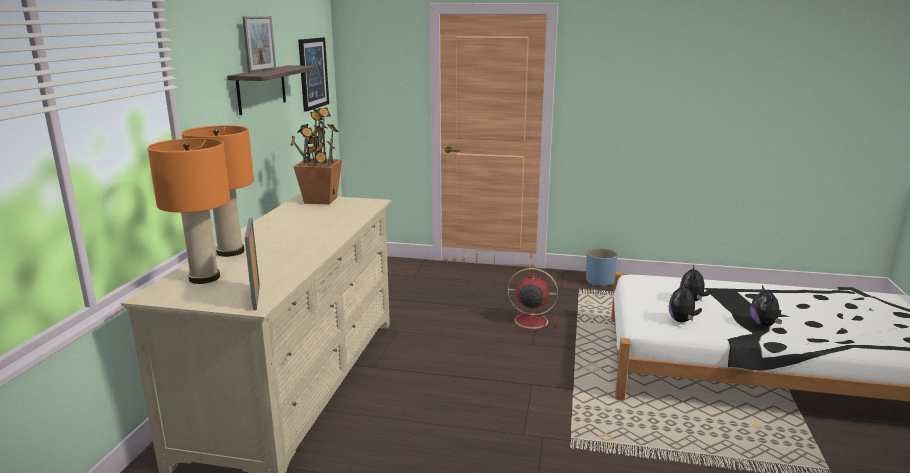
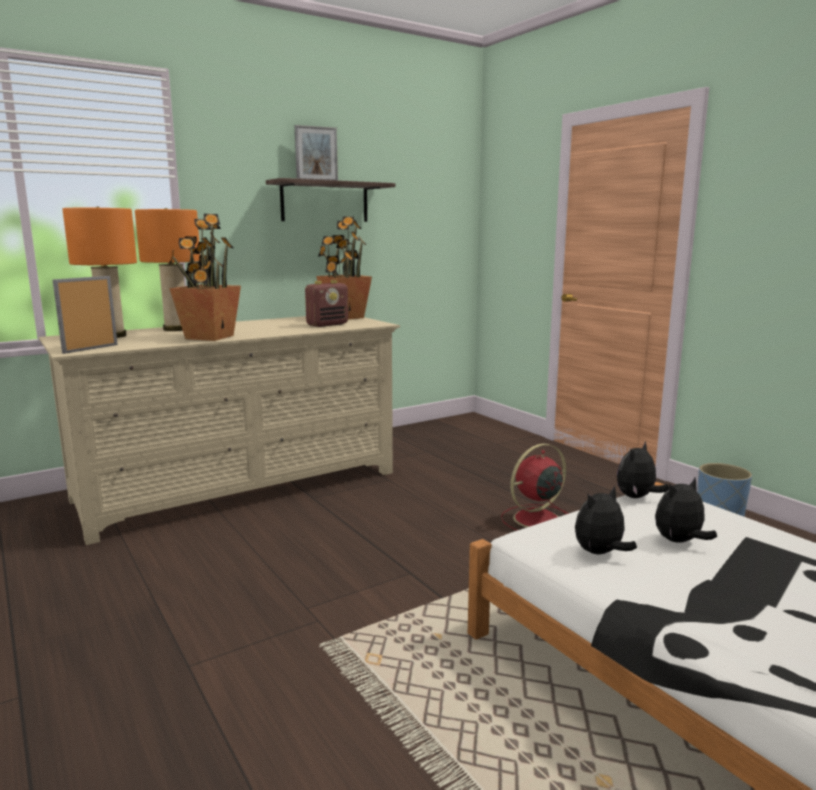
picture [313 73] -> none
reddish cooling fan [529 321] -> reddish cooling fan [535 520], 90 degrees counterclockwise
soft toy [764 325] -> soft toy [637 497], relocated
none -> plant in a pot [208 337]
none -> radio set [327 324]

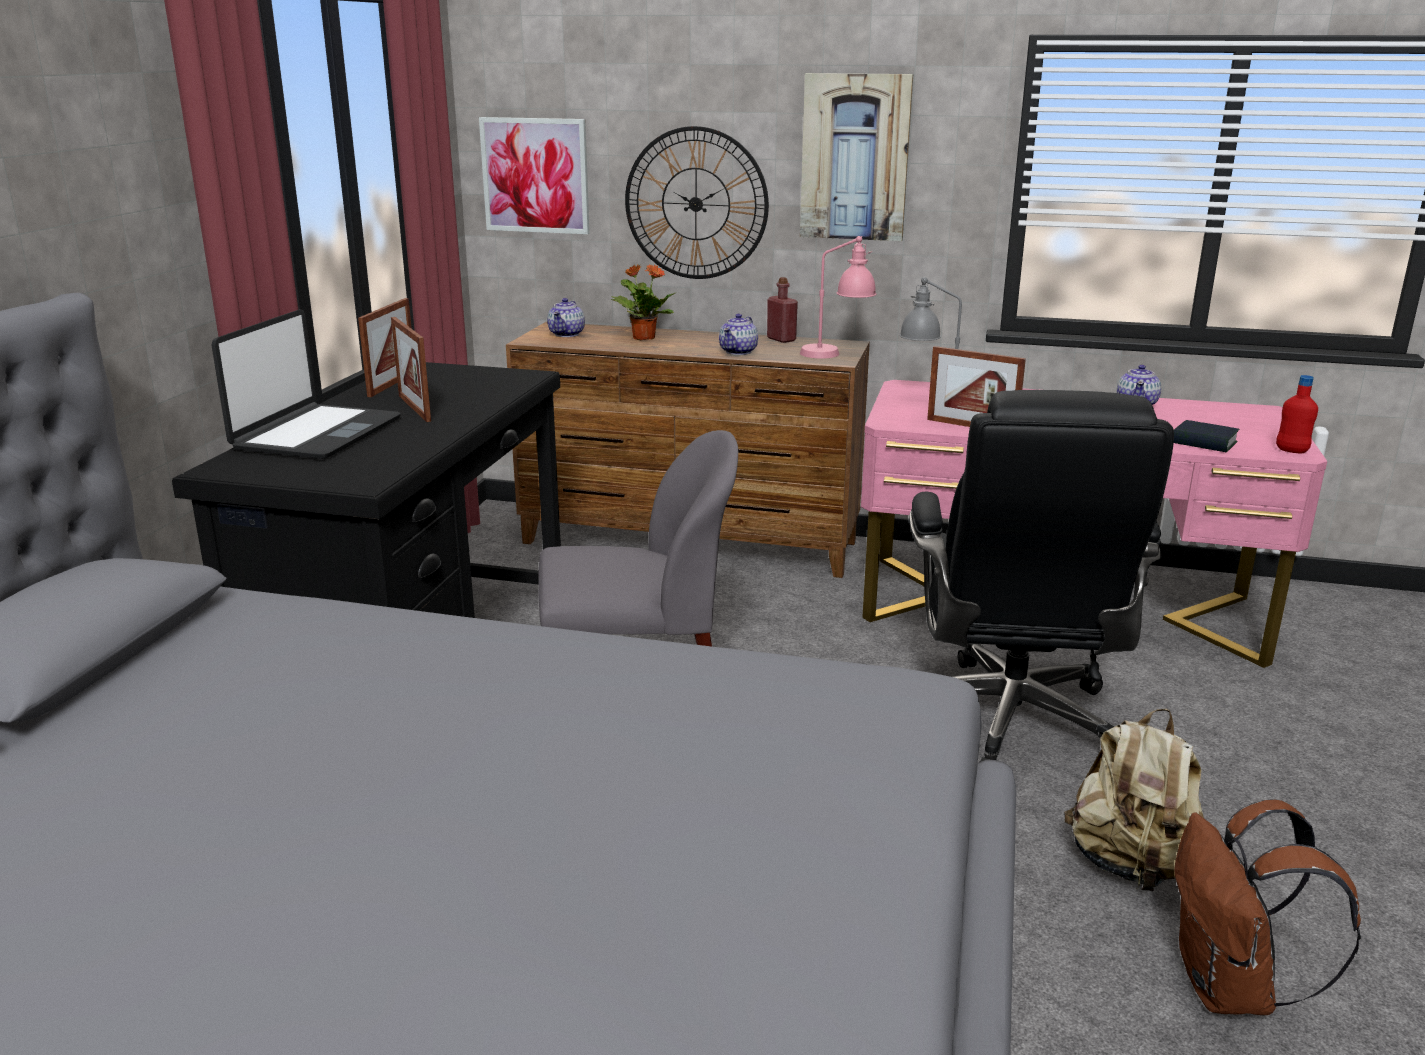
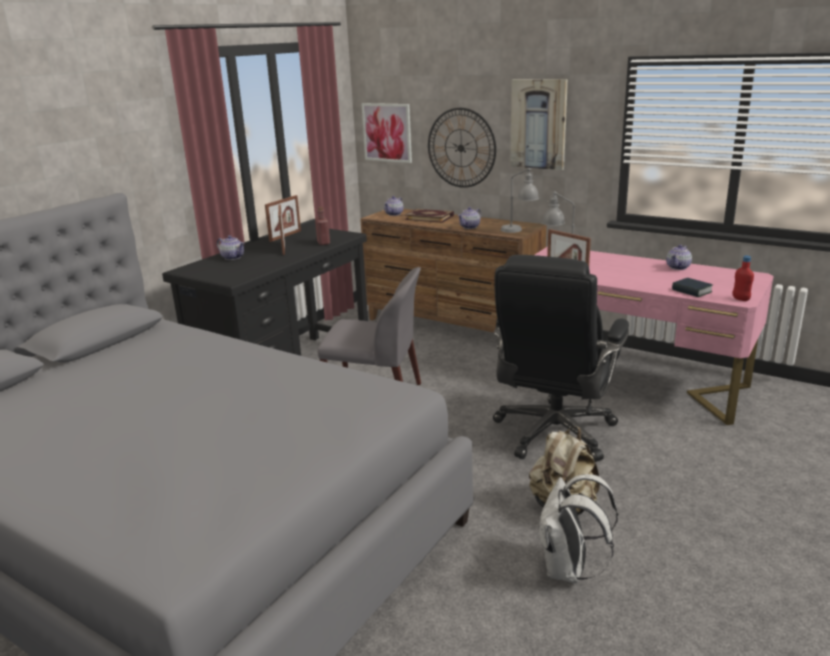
notebook computer [316 434] -> pot for tea [232 257]
plant in a pot [643 337] -> bound book [429 217]
reddish drink bottle [781 339] -> reddish drink bottle [323 243], relocated
pink lamp for a table [836 355] -> grey lamp for a table [519 231]
brown rucksack [1230 989] -> whitish rucksack [569 570]

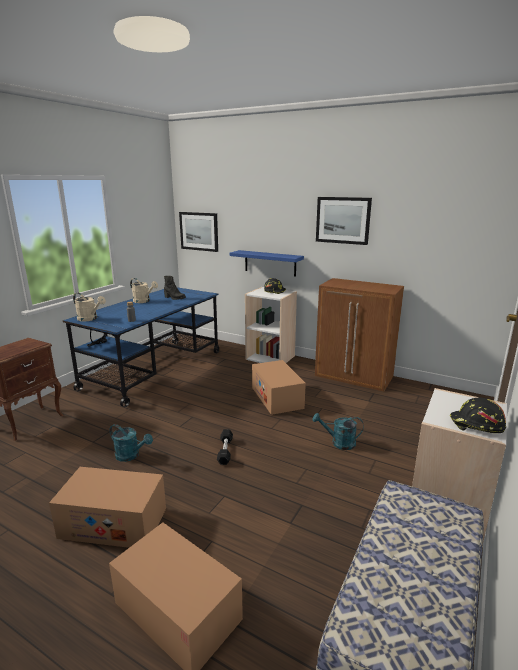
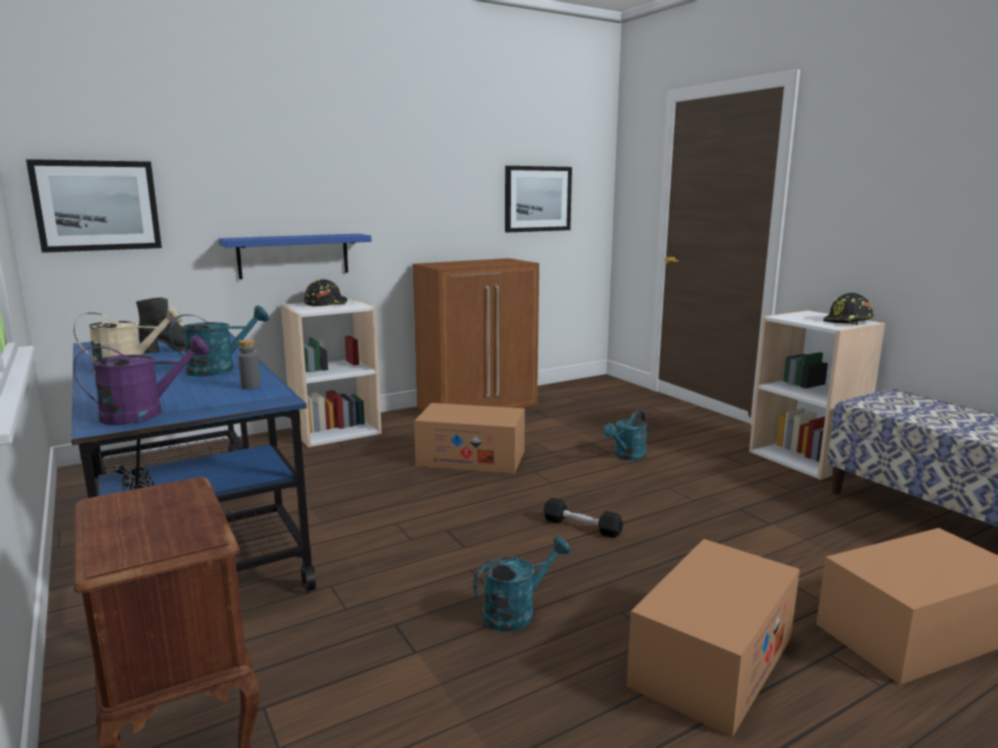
beige-coloured watering pot [90 319] -> purplish watering pot [144 413]
picture [343 220] -> picture [537 199], relocated
none -> blue-green watering pot [220 369]

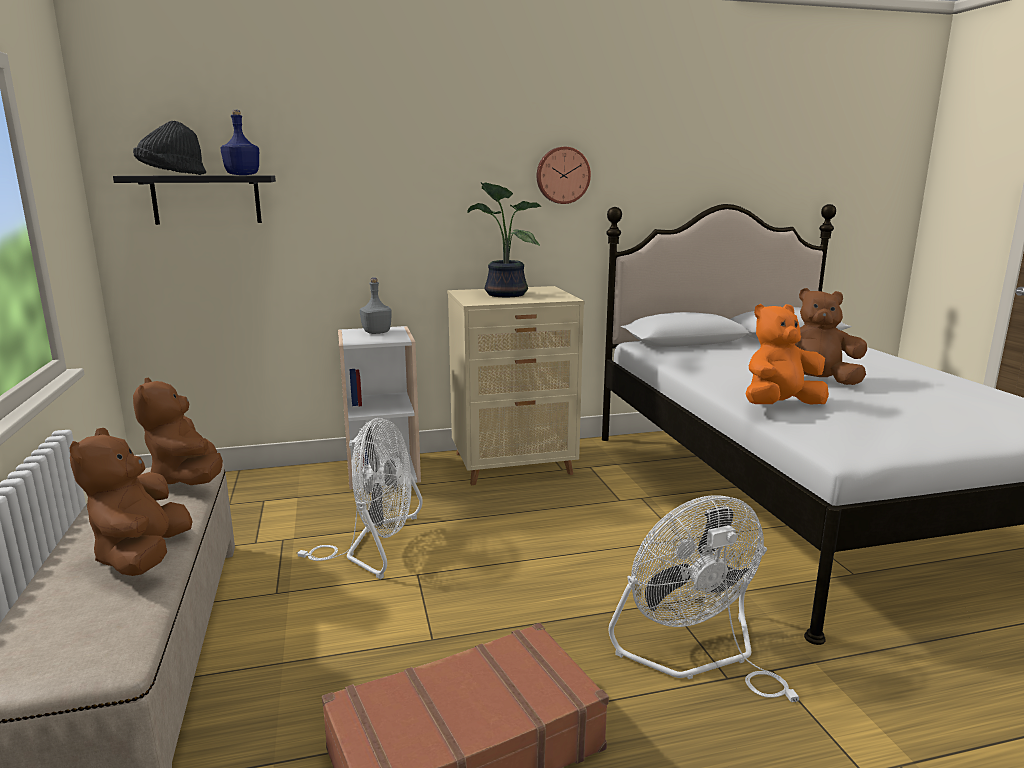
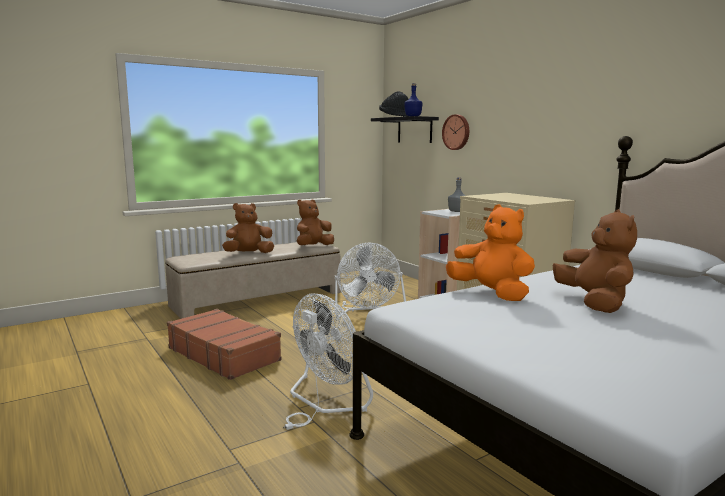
plant in a pot [503 294] -> none
clock on the wall [562 175] -> clock on the wall [456 132], relocated

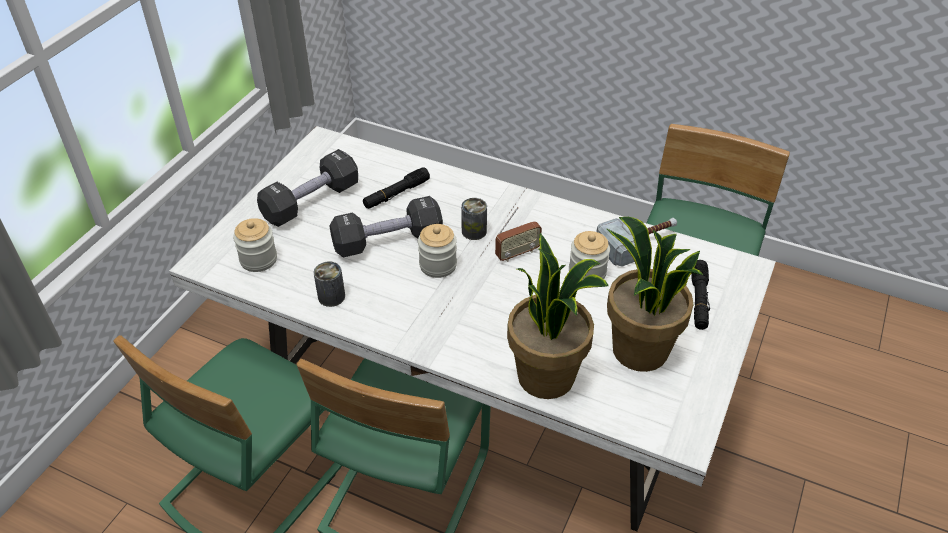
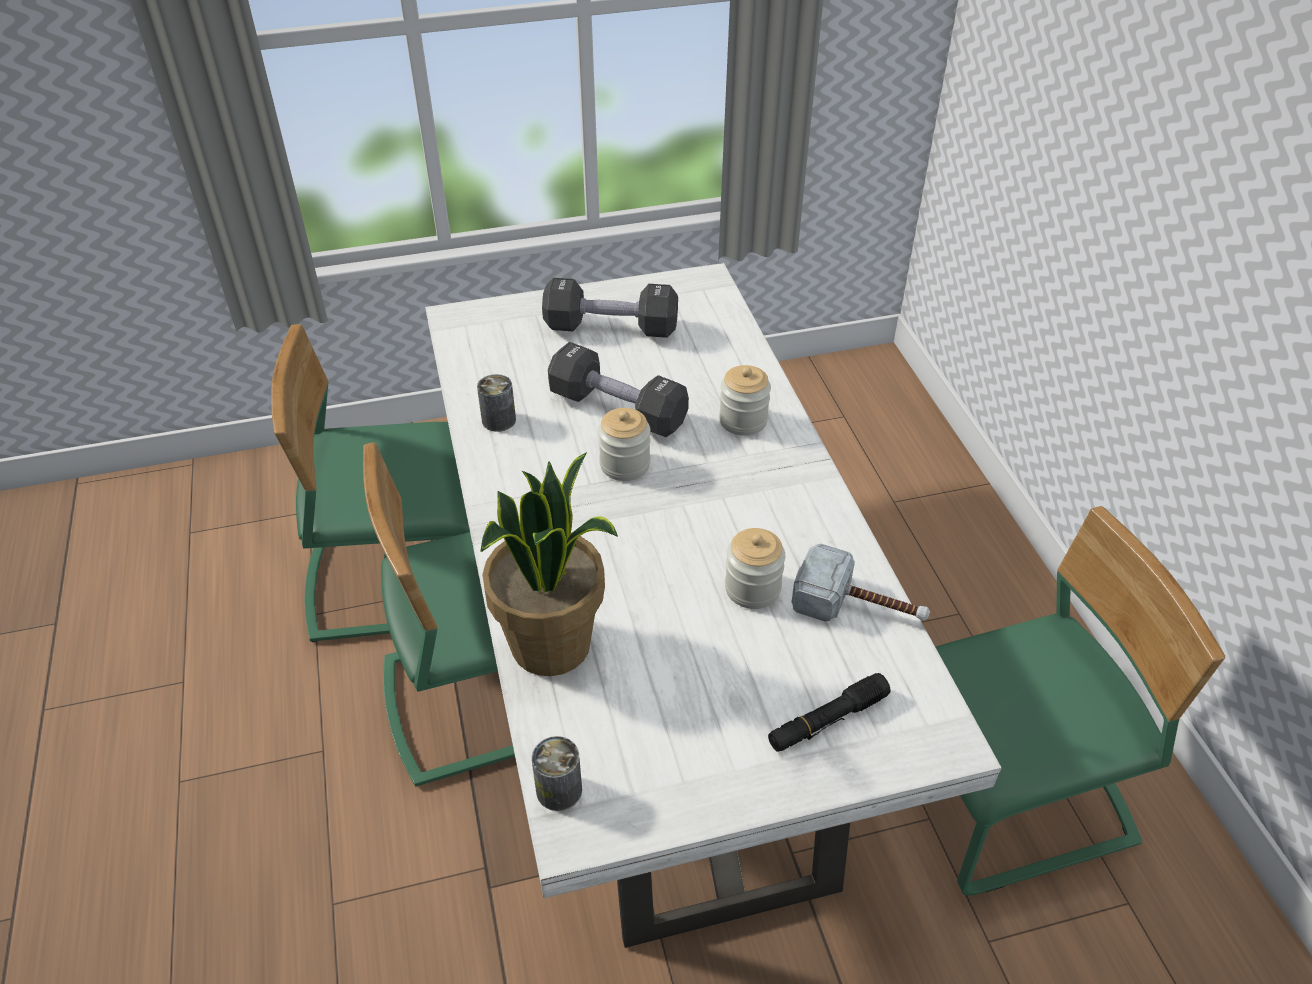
jar [258 259] -> jar [743 420], relocated
black hand torch [396 194] -> none
sealed can [474 231] -> sealed can [559 790], relocated
radio set [517 253] -> none
plant in a pot [639 351] -> none

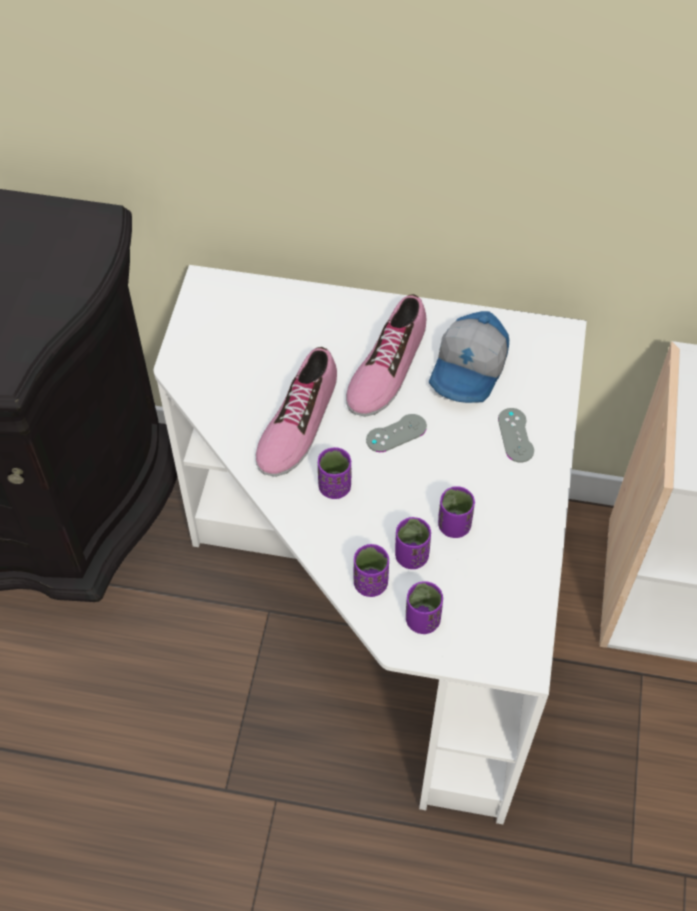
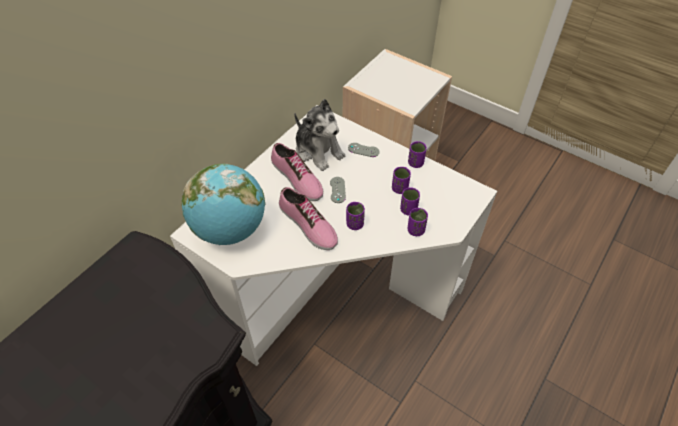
purplish cup [422 620] -> purplish cup [415 163], relocated
peaked cap [470 370] -> soft toy [318 151]
none -> world globe [230 229]

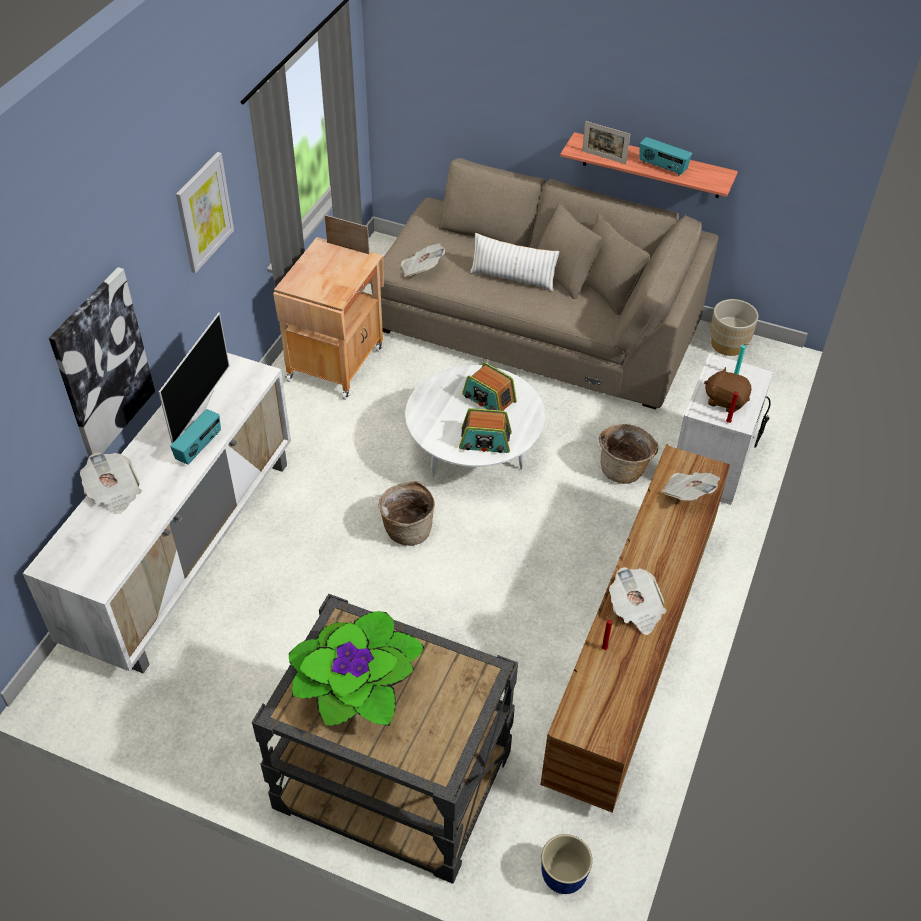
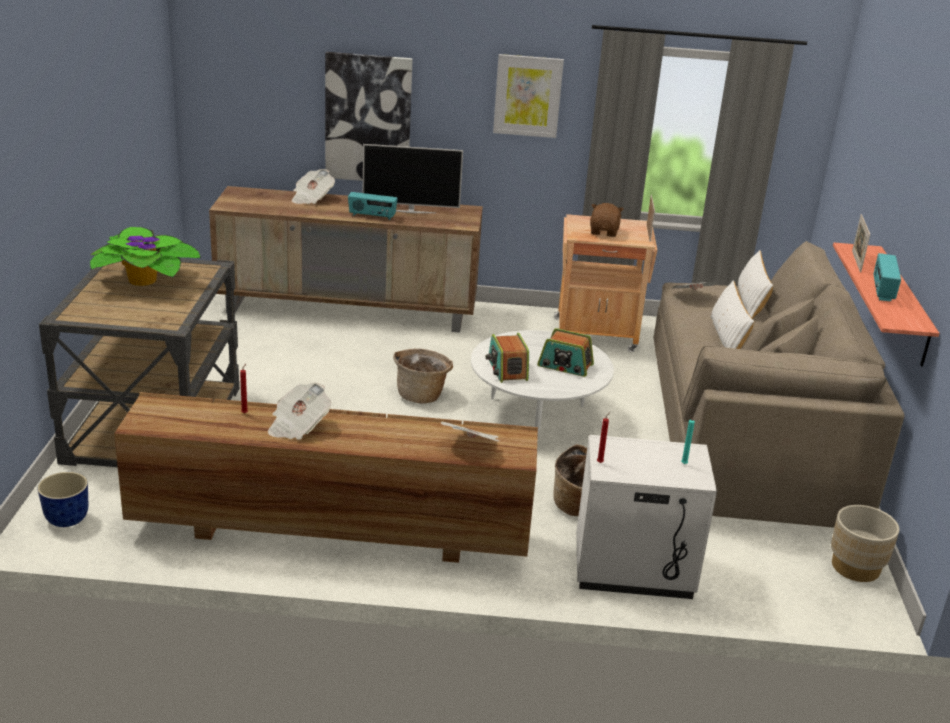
whitish tv stand [185 547] -> brown tv stand [349 308]
radio set [489 399] -> radio set [565 366], 90 degrees counterclockwise
brown soft toy [725 401] -> brown soft toy [604 232], relocated
none -> whitish throw pillow [750 303]

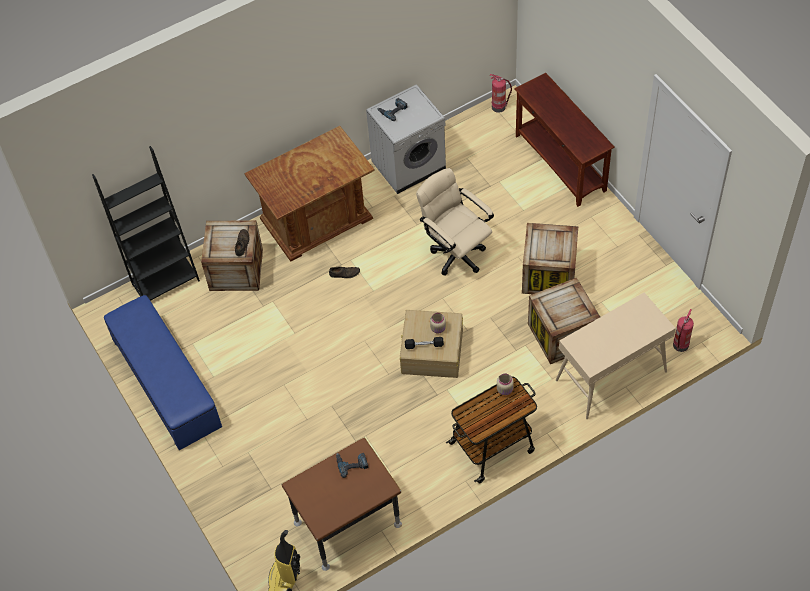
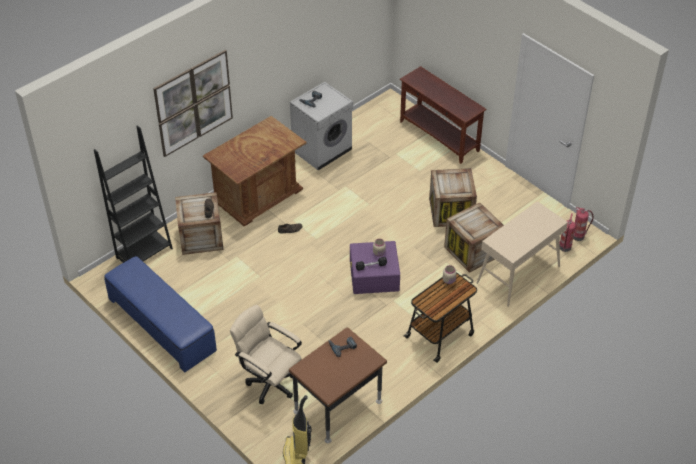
beige-coloured storage bin [432 352] -> purplish storage bin [374 275]
beige-coloured desk chair [455 255] -> beige-coloured desk chair [268 384], relocated
fire extinguisher [499 107] -> fire extinguisher [578 236], relocated
none -> picture [193 103]

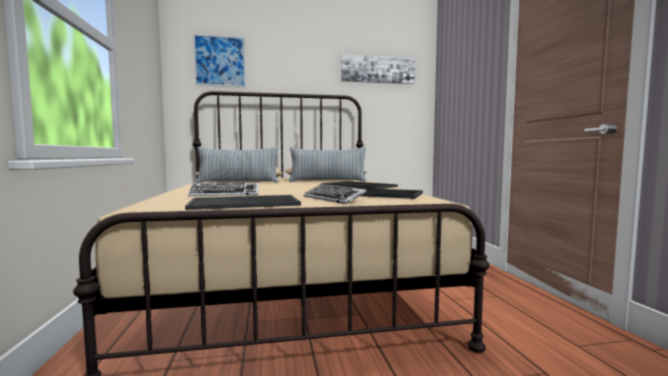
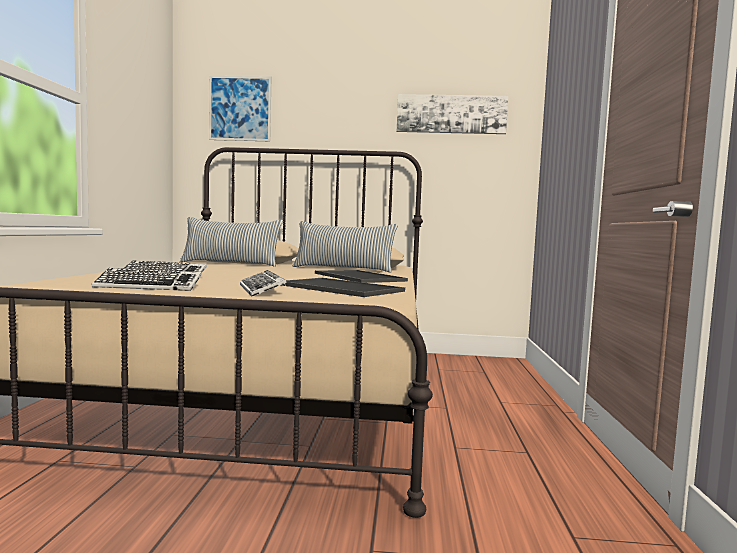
carrying tray [245 203] -> keyboard [148 287]

